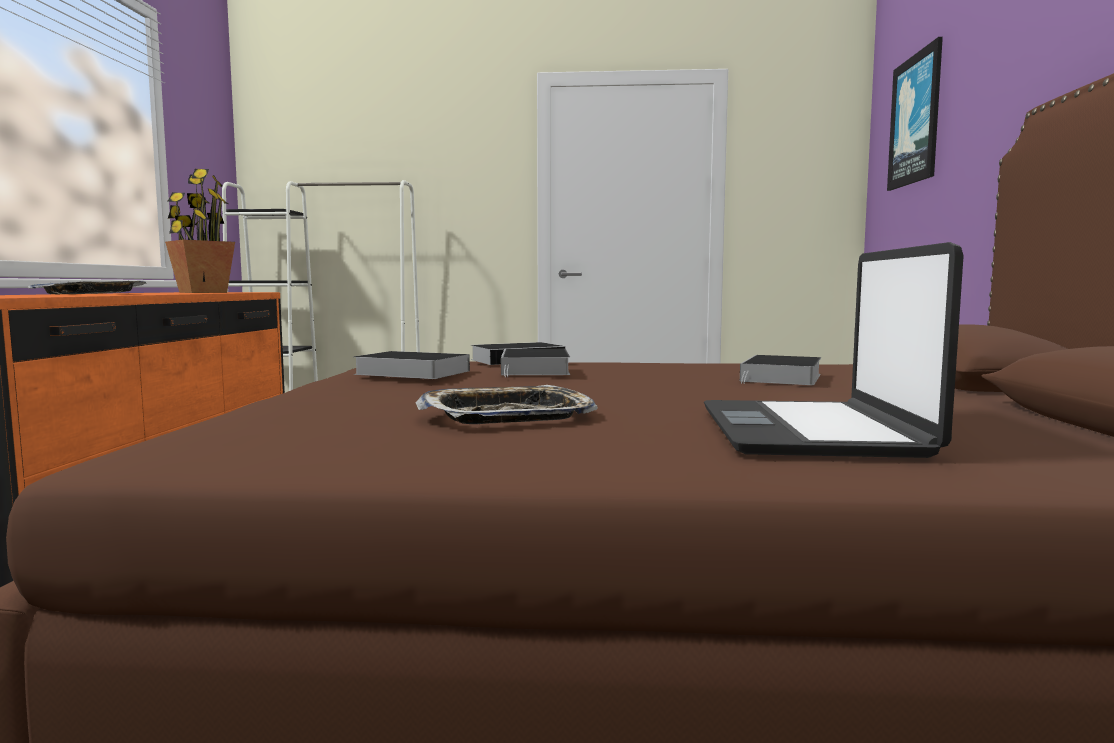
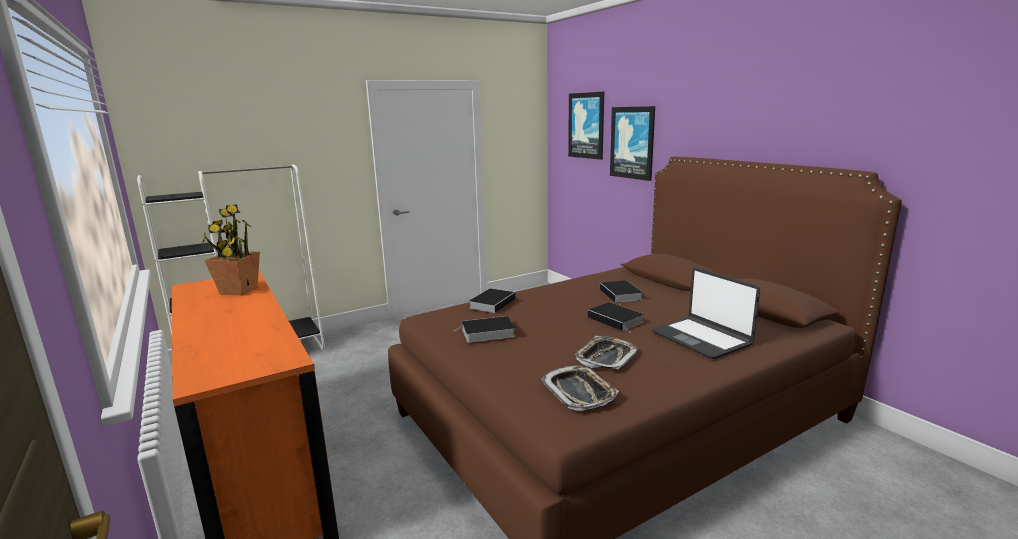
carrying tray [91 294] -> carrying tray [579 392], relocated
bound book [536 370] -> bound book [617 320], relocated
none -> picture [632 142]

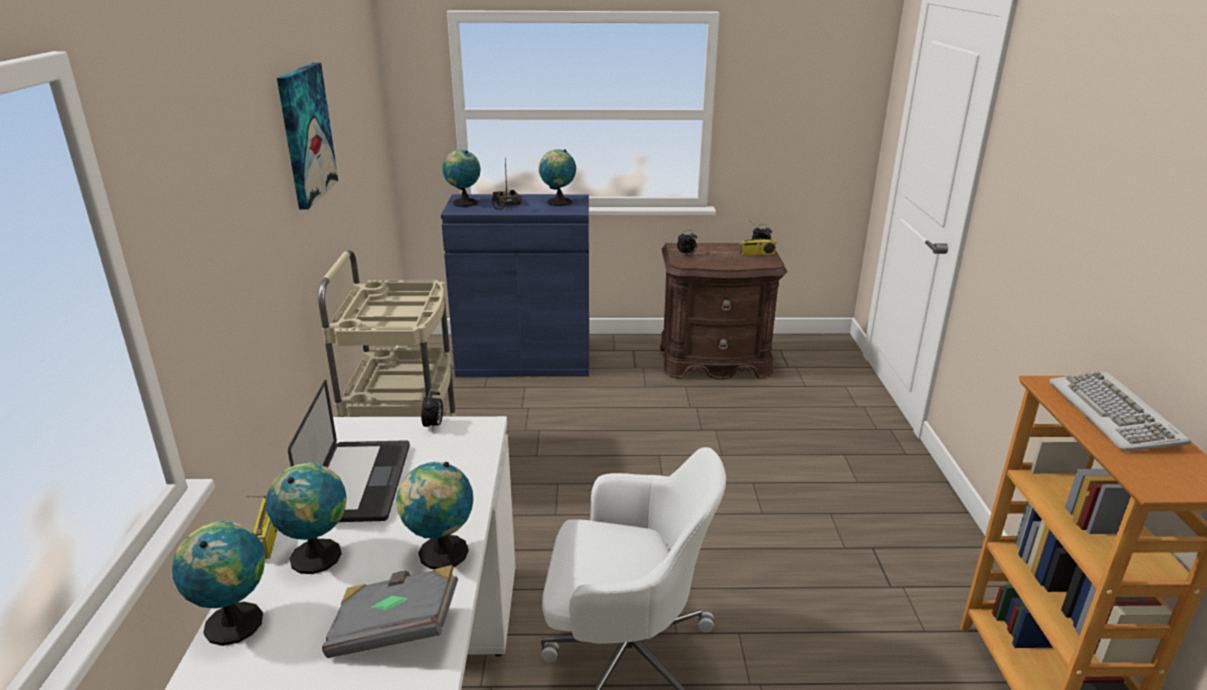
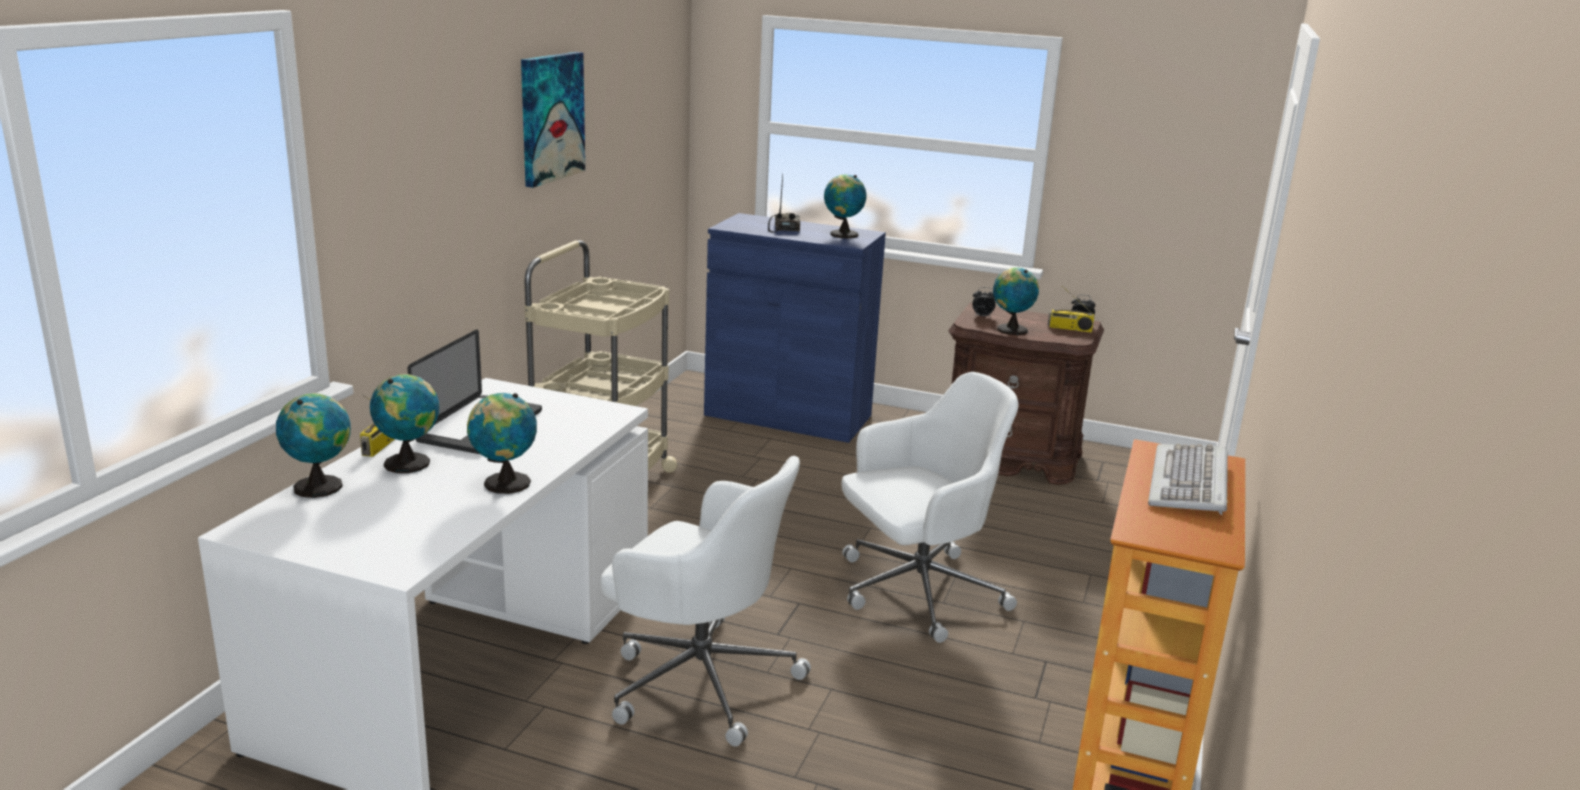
grey bound book [395 629] -> none
table clock [433 426] -> none
world globe [463 202] -> world globe [1010 329], relocated
none -> whitish desk chair [916 592]

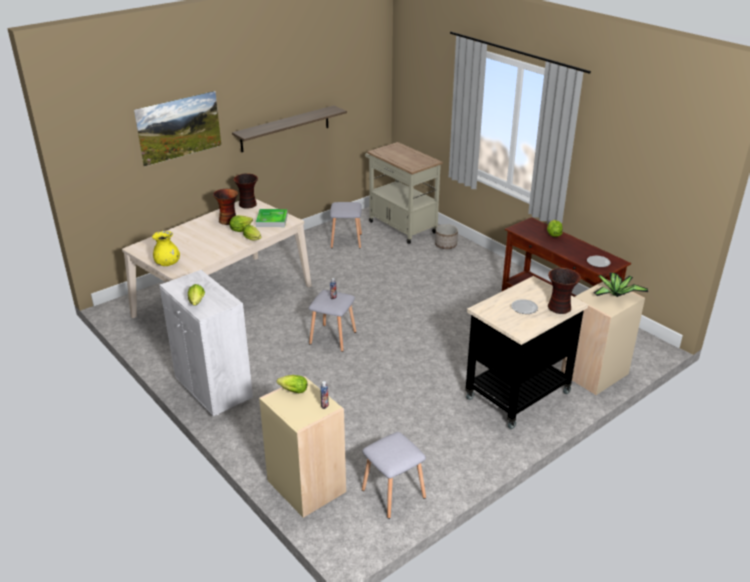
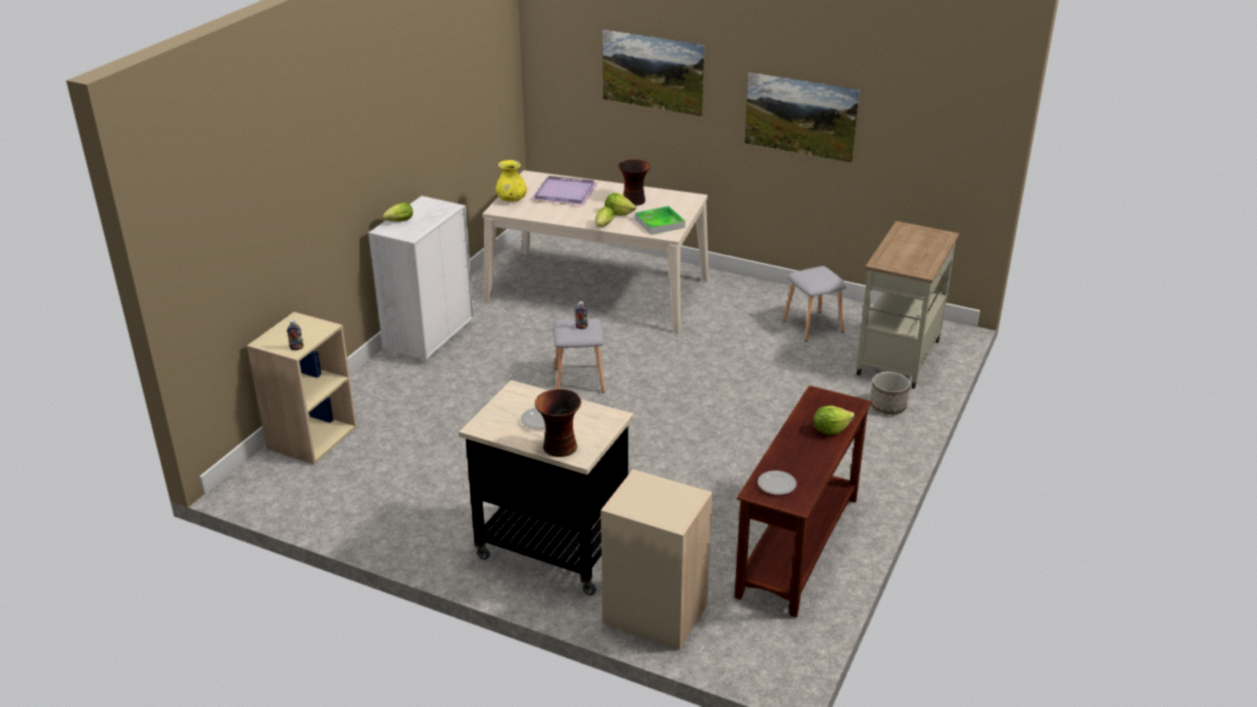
wall shelf [285 128] -> picture [798 135]
decorative vase [248 205] -> none
lettuce [292 391] -> none
grey stool [393 494] -> none
plant in a pot [616 294] -> none
none -> purplish carrying tray [563 194]

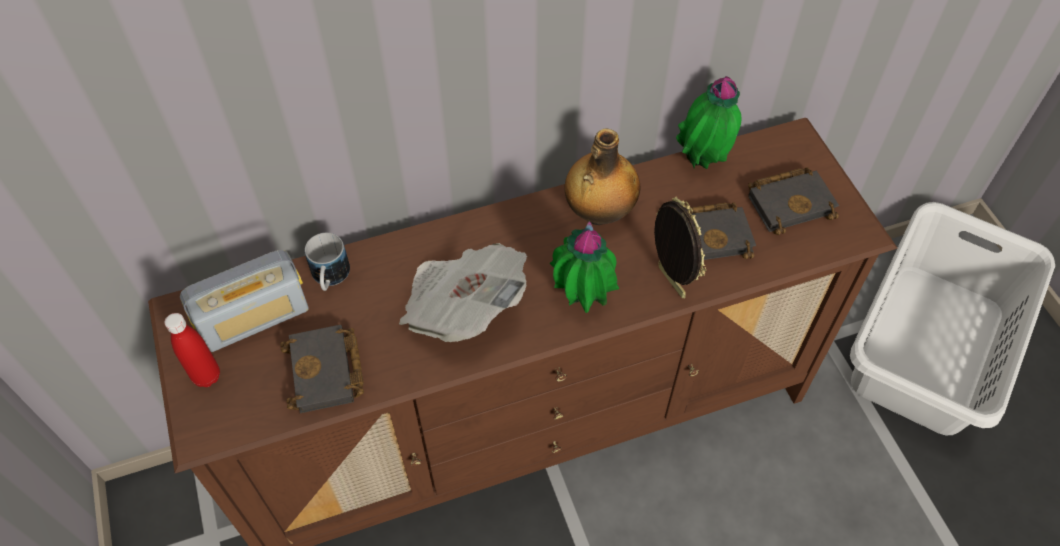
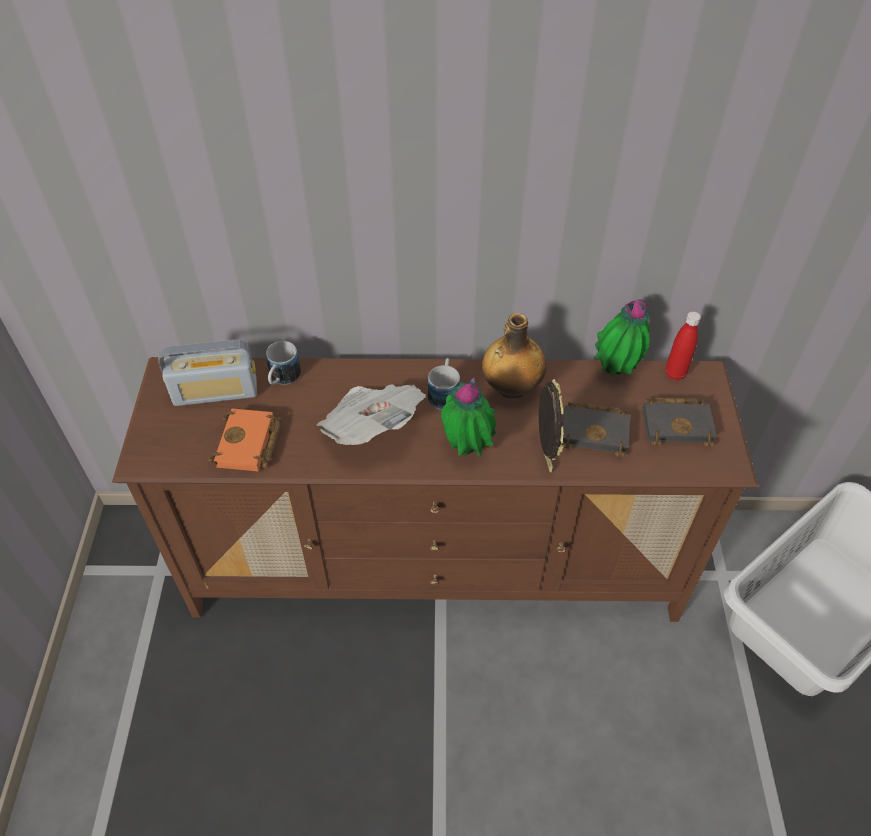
reddish drink bottle [207 376] -> reddish drink bottle [675 374], relocated
black bound book [327 373] -> orange-coloured bound book [249 445]
none -> tea mug [444 392]

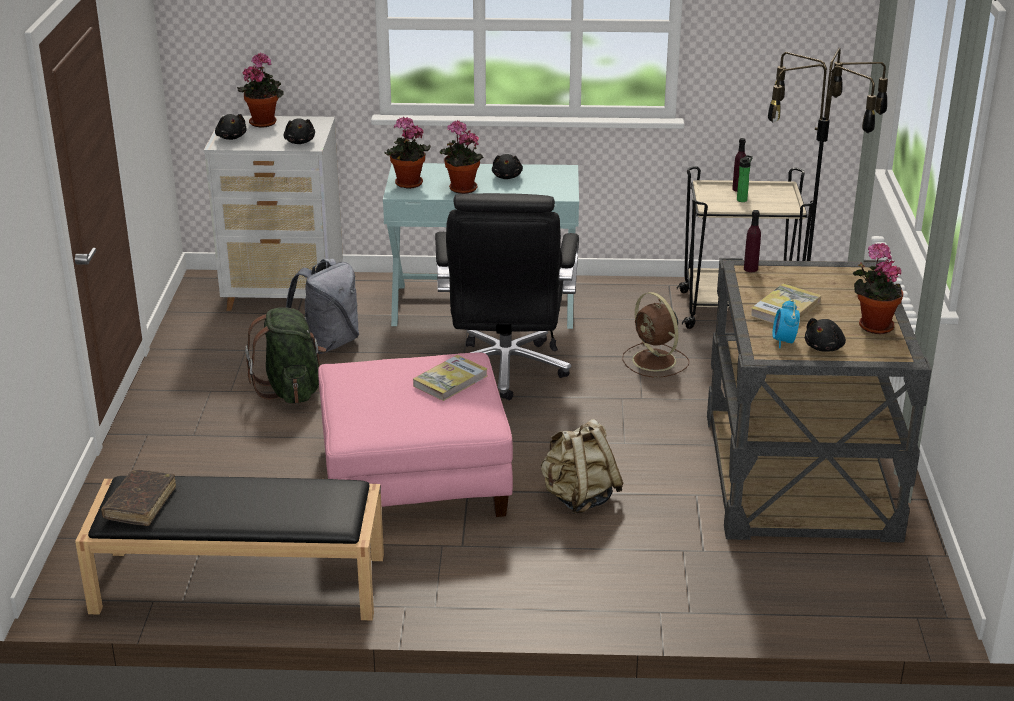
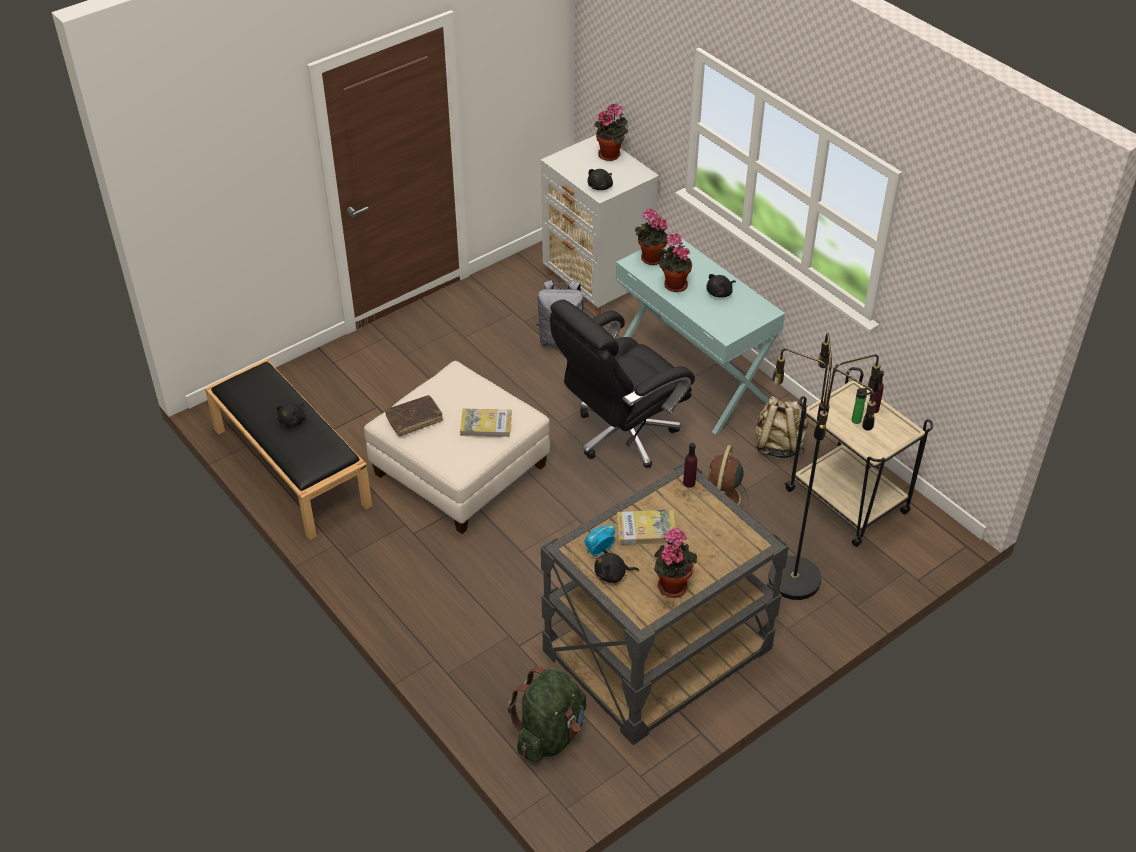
brown bound book [140 504] -> brown bound book [414 419], relocated
black soft toy [231 137] -> black soft toy [293 420], relocated
green-coloured rucksack [291 390] -> green-coloured rucksack [550 734], relocated
pink pouffe [414 477] -> whitish pouffe [459 470]
beige-coloured rucksack [579 498] -> beige-coloured rucksack [778 446], relocated

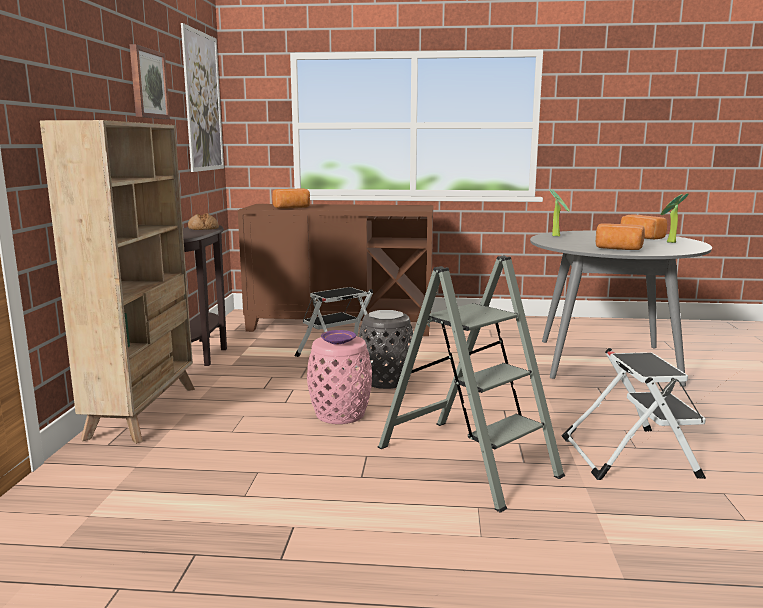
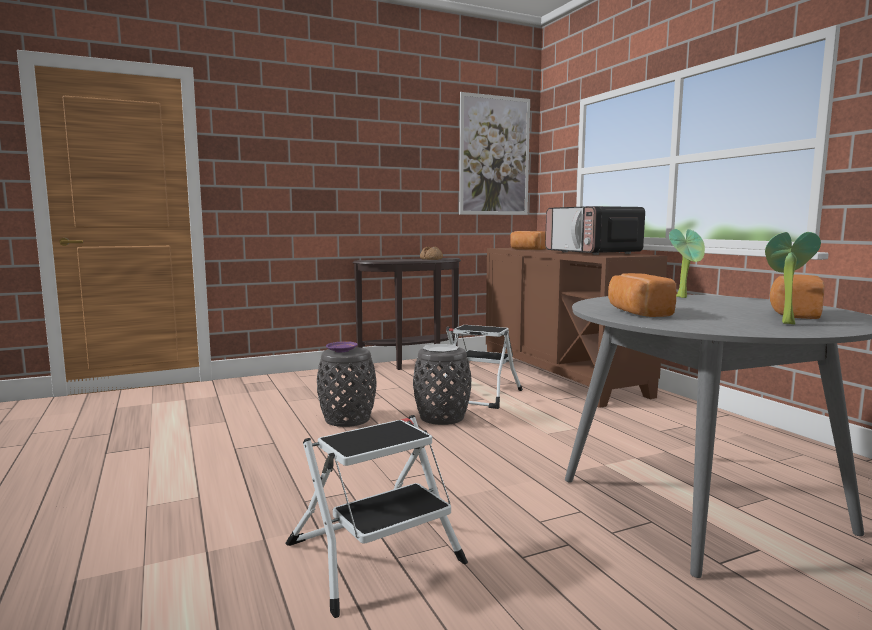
beige-coloured bookshelf [144 411] -> none
picture [147 84] -> none
pink stool [340 414] -> grey stool [347 419]
grey step ladder [465 459] -> none
none -> kitchen microwave [592 253]

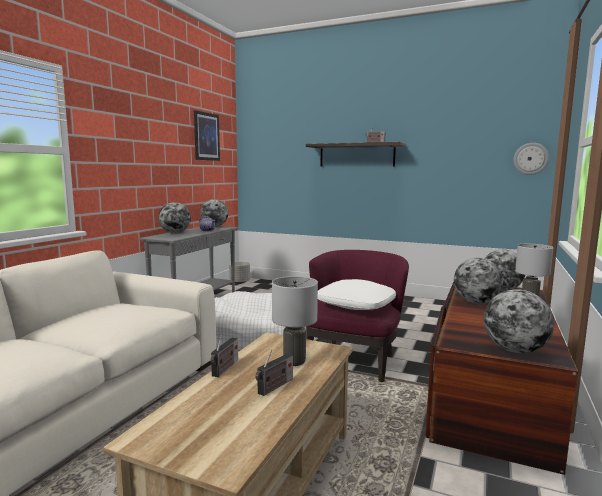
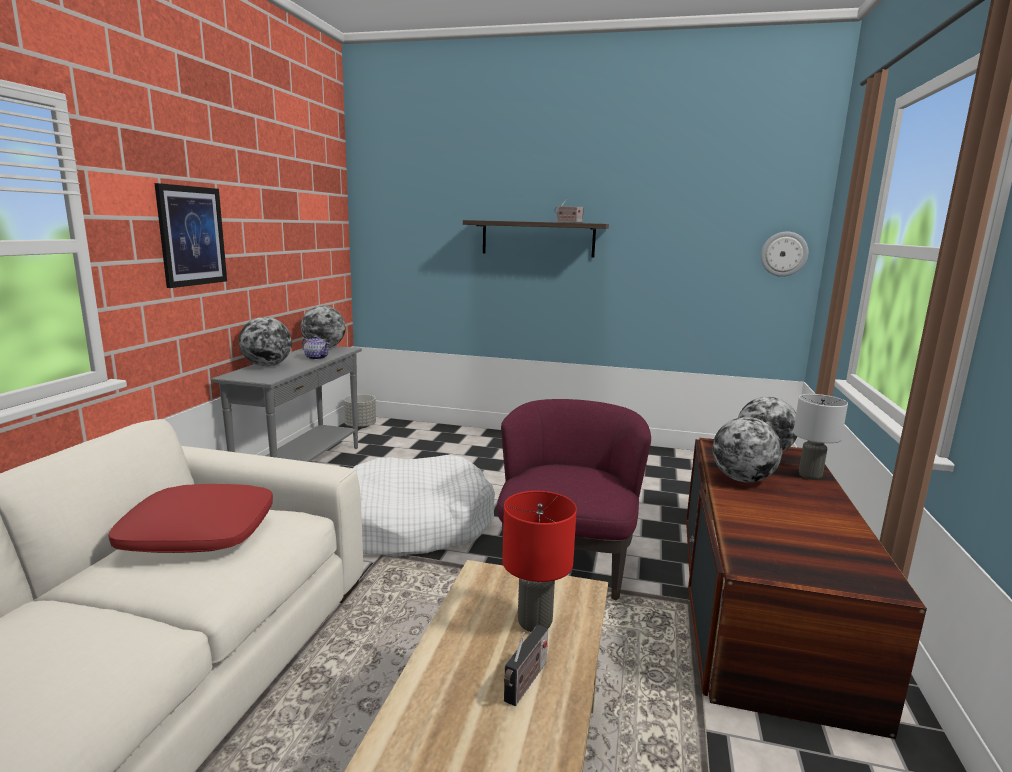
picture [206 136] -> picture [192 236], relocated
radio set [225 369] -> none
whitish lamp for a table [293 361] -> reddish lamp for a table [533 622]
whitish throw pillow [356 304] -> none
world globe [515 351] -> none
none -> reddish throw pillow [199 533]

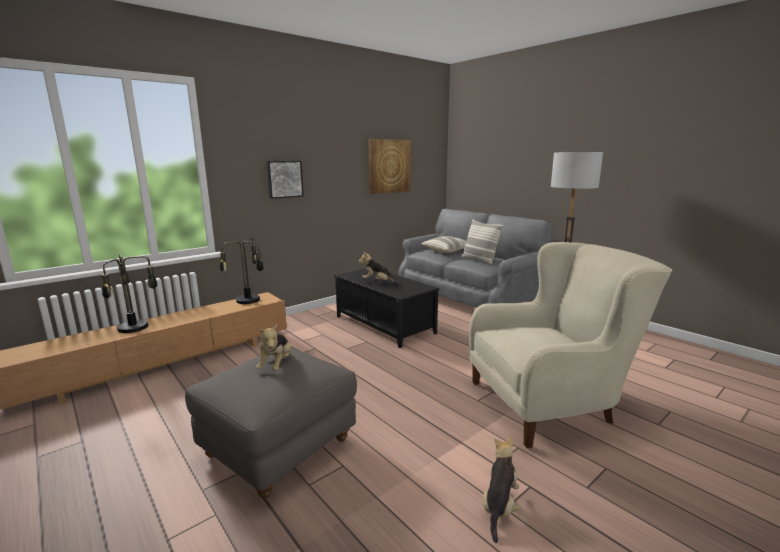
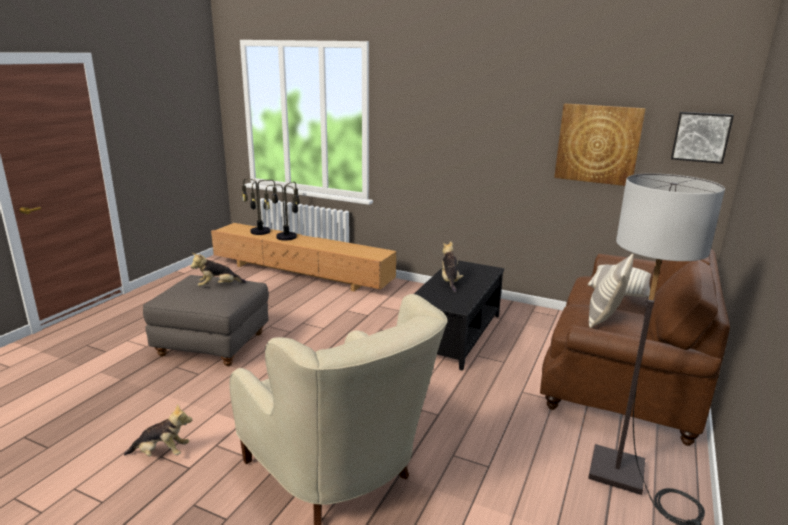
lamp for a table [248 300] -> lamp for a table [260 232], relocated
picture [284 179] -> picture [701 137], relocated
grey couch [468 297] -> brown couch [622 373]

